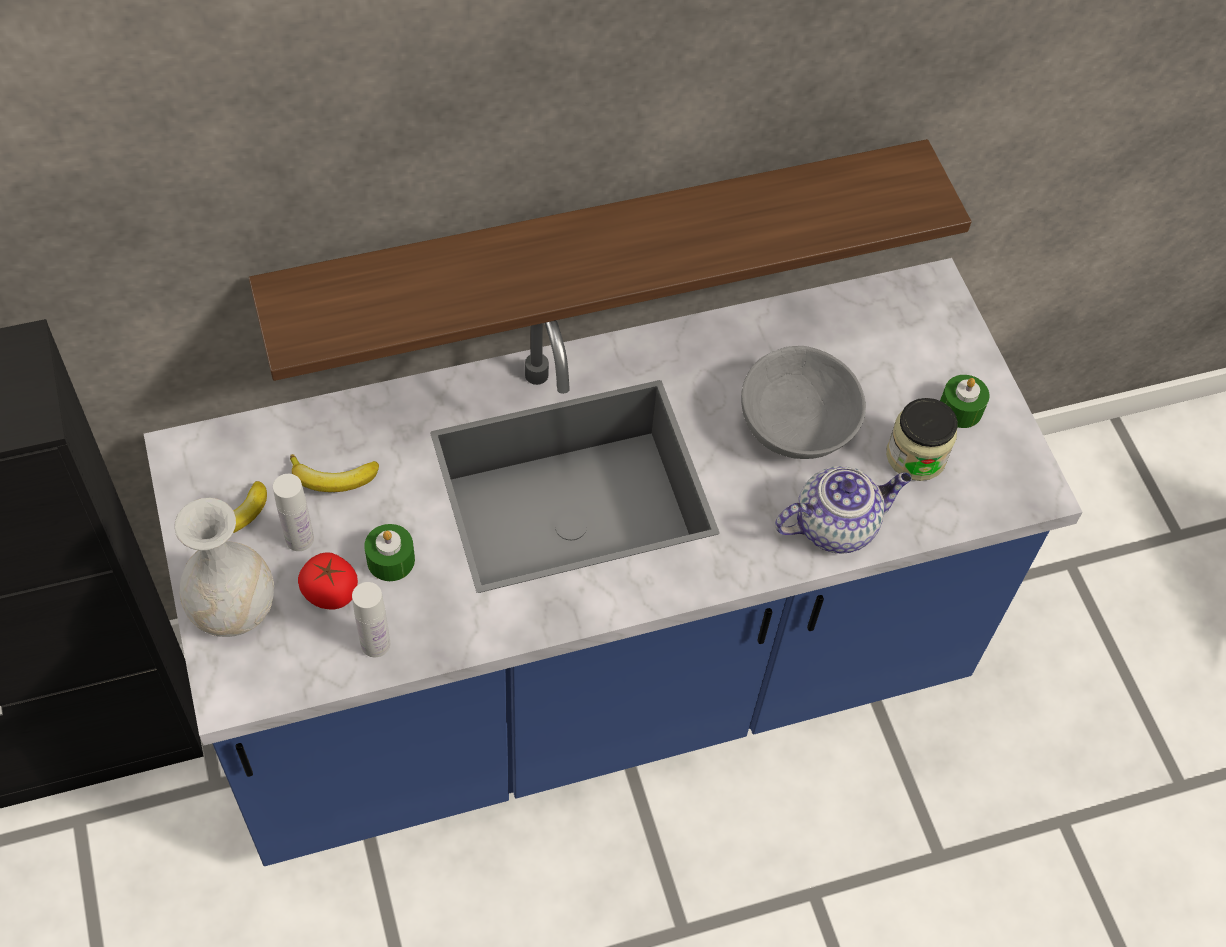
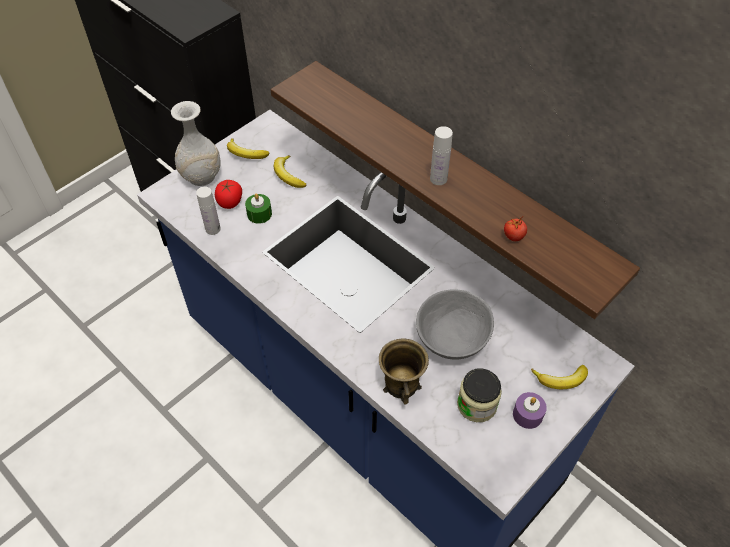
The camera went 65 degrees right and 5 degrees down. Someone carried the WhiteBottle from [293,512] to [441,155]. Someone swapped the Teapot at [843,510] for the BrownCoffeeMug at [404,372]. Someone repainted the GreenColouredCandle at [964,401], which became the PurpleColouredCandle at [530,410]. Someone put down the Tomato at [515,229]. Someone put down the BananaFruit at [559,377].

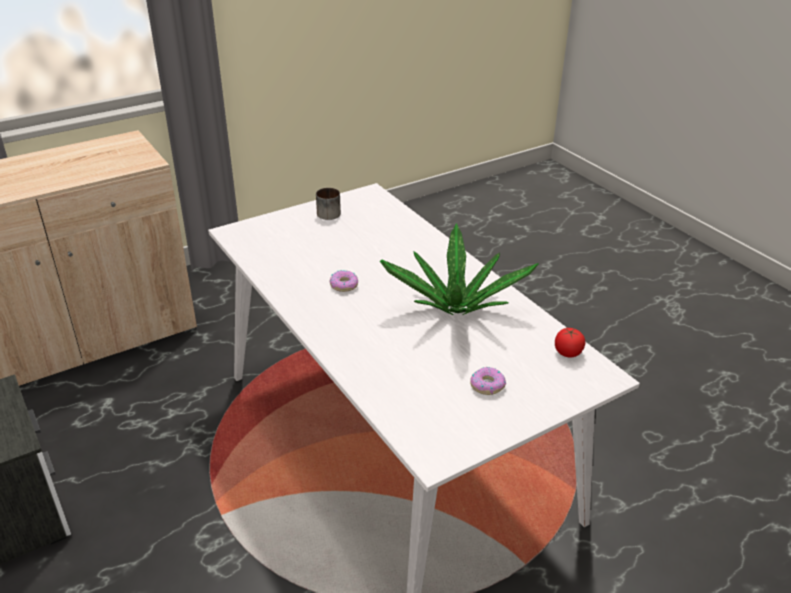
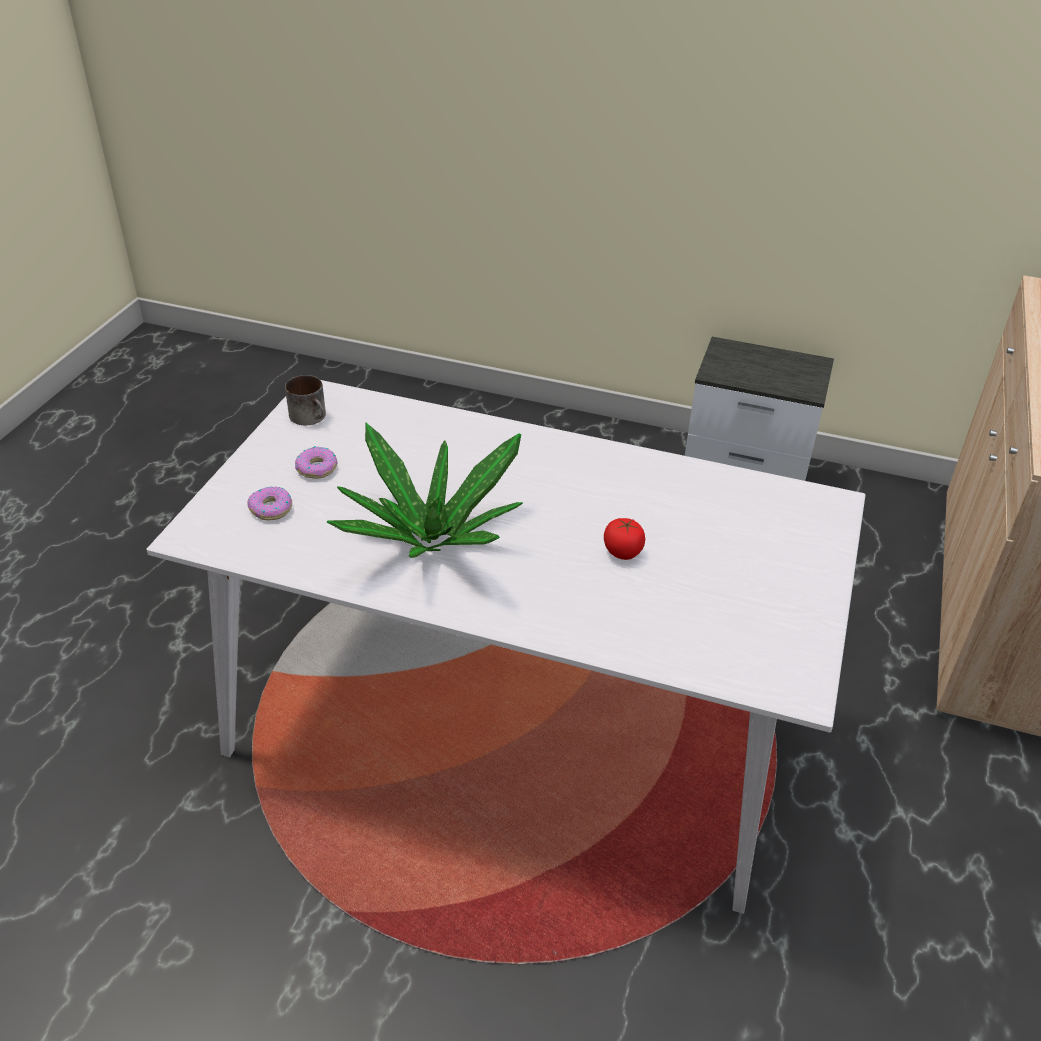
The camera went 140 degrees right and 5 degrees up. Someone carried the CoffeeMug from [328,204] to [305,400]. Someone carried the Donut from [343,281] to [269,503]. Someone carried the Tomato from [570,343] to [624,539].

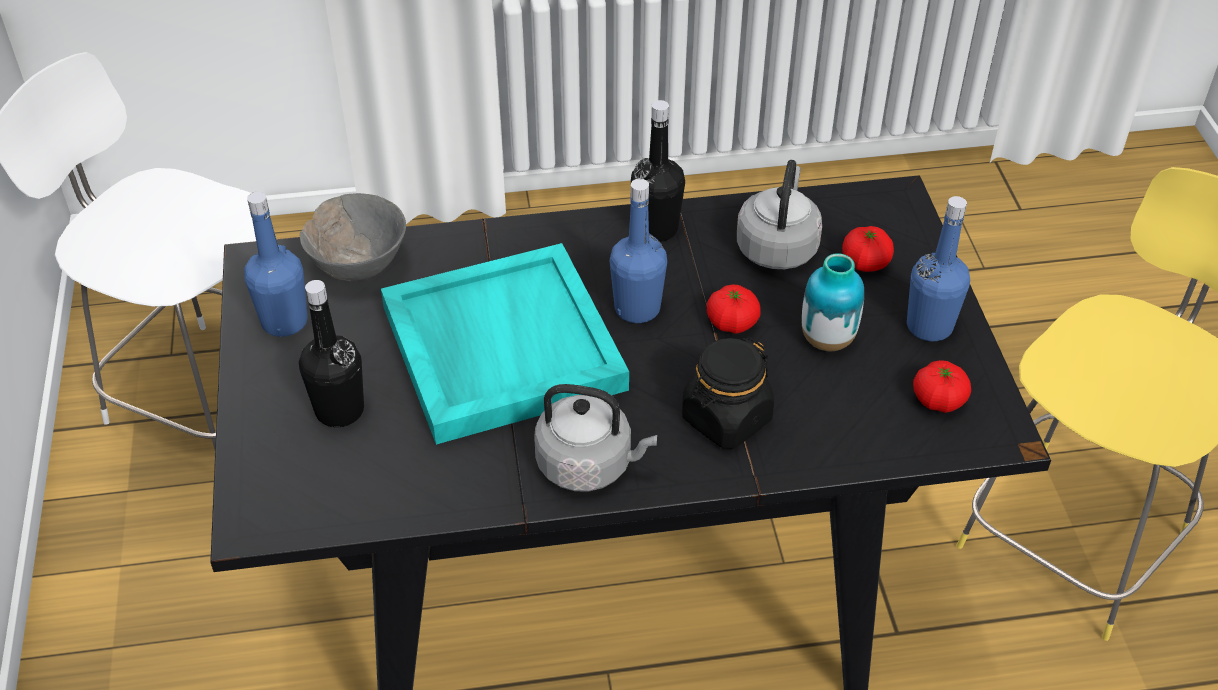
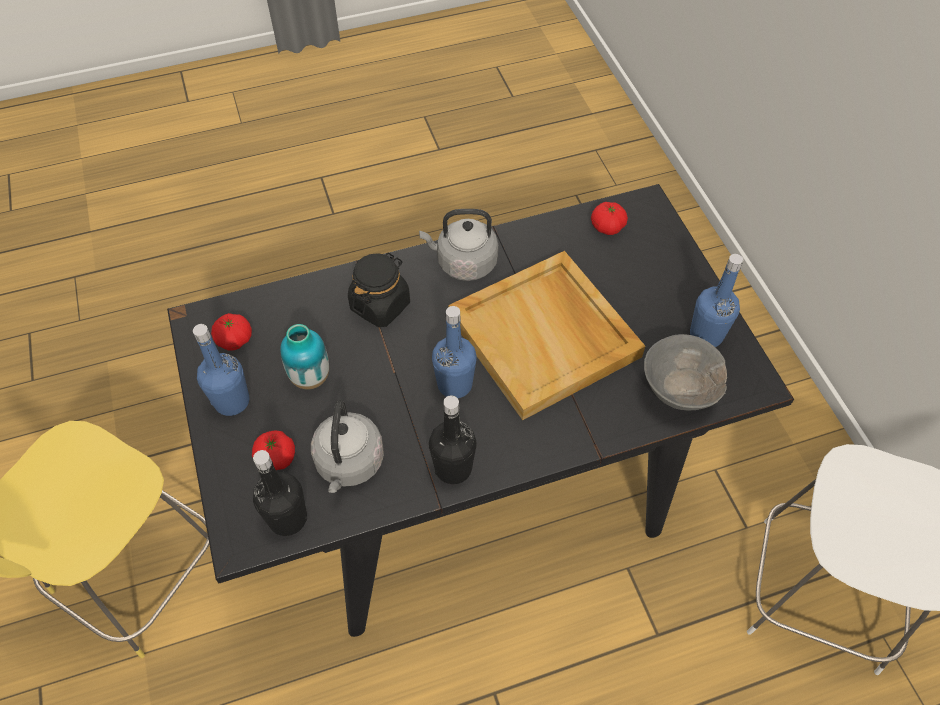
The camera went 170 degrees right and 10 degrees up. Someone carried the BlackColouredBottle from [331,353] to [280,493]. Someone repainted the TurquoiseColouredServingTray at [505,344], which became the BeigeServingTray at [546,335]. Someone carried the Tomato from [733,309] to [609,218].

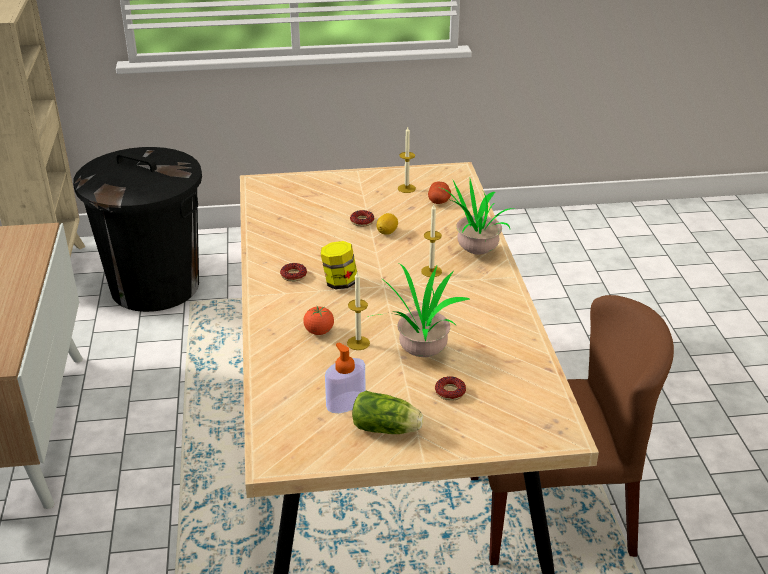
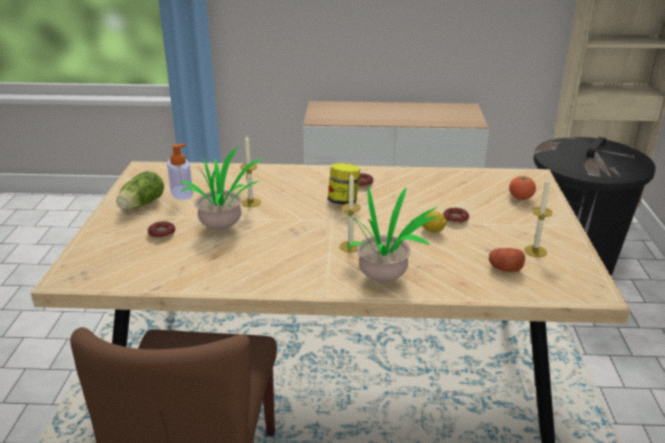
The camera went 100 degrees right and 5 degrees down. Someone carried the Tomato from [318,320] to [522,188].

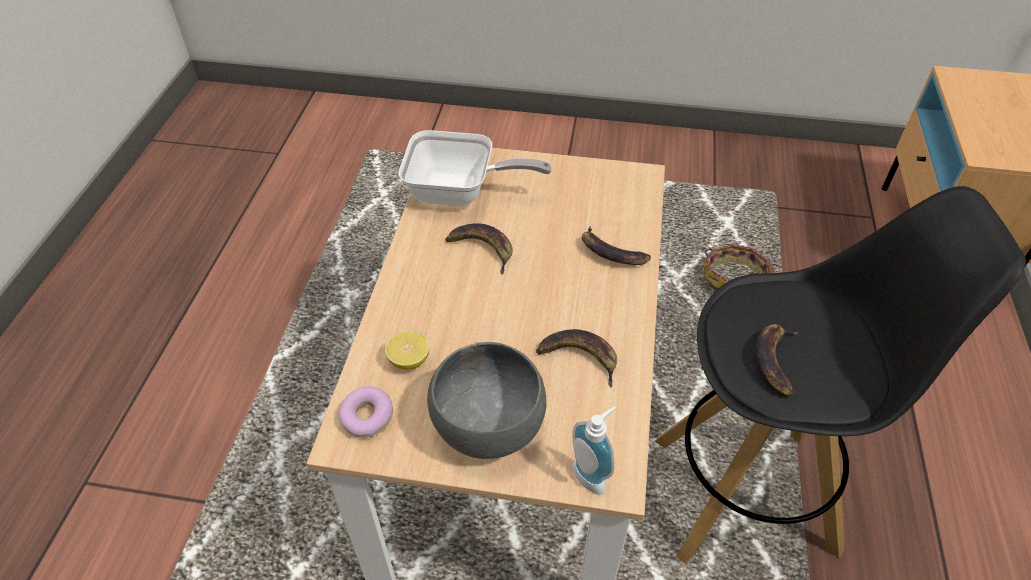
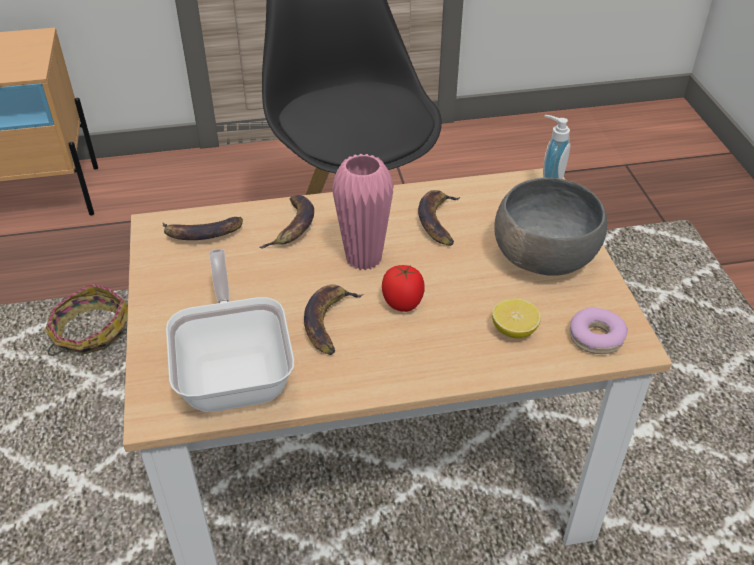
The camera went 110 degrees left and 5 degrees down. Someone carried the BananaFruit from [777,360] to [203,228]. Someone put down the PinkColouredDecorativeVase at [363,212]. Someone put down the Tomato at [403,288].

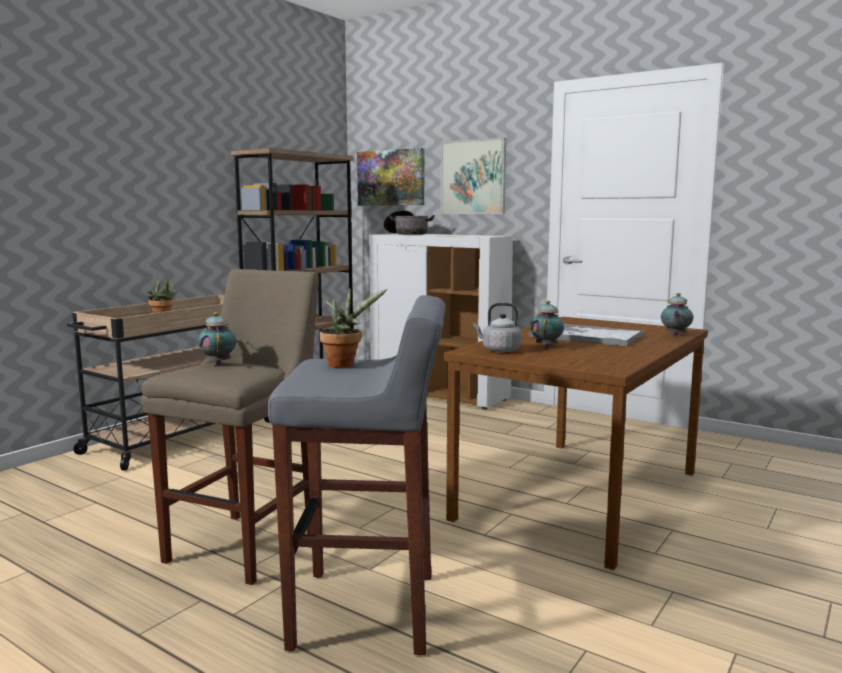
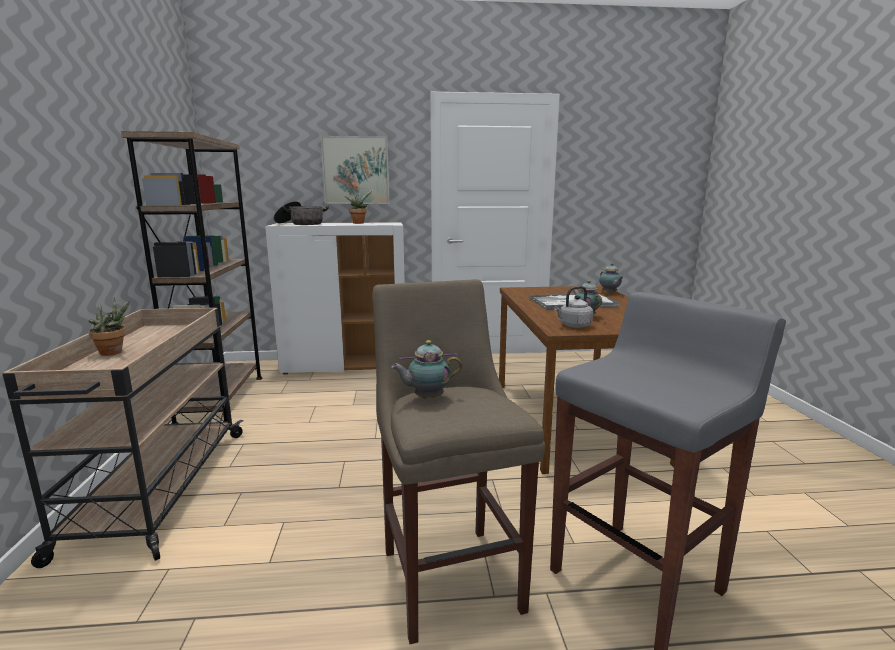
The camera went 40 degrees left and 5 degrees up. Someone rotated the Teapot at [217,338] by 45 degrees counterclockwise. Someone carried the Houseplant from [353,327] to [359,207]. Someone took away the WallPicture at [390,176].

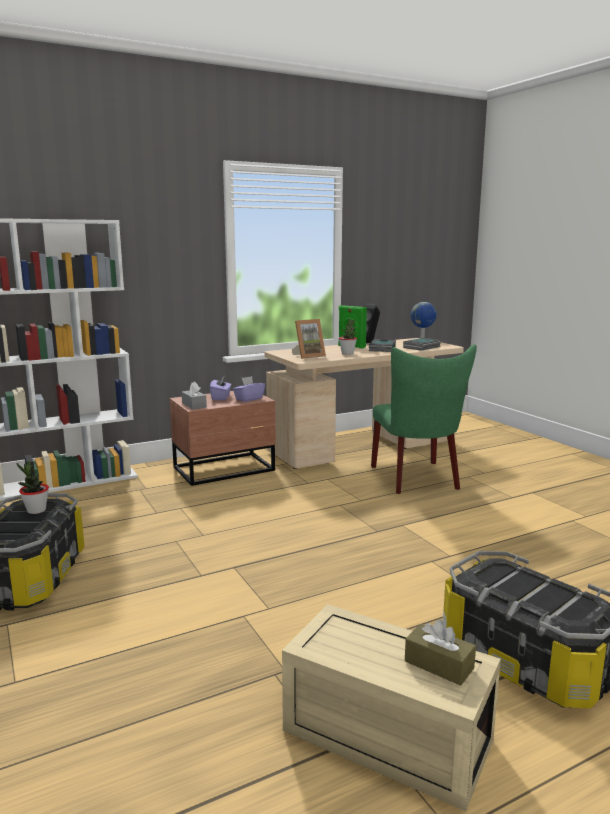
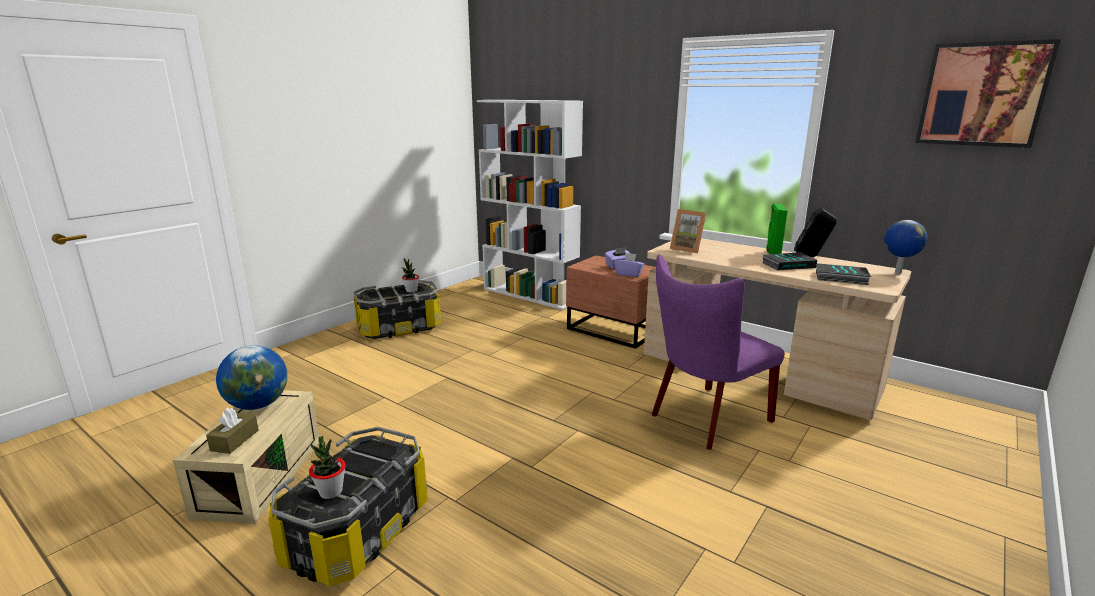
The camera went 65 degrees right and 5 degrees up. Someone took away the GrayTissueHolder at [194,396]. Someone carried the Houseplant from [348,336] to [327,467]. Someone repainted the GreenColouredPlainChair at [424,419], which became the PurpleColouredPlainChair at [718,352]. Someone put down the DeskGlobe at [252,377]. Someone put up the WallPicture at [988,93].

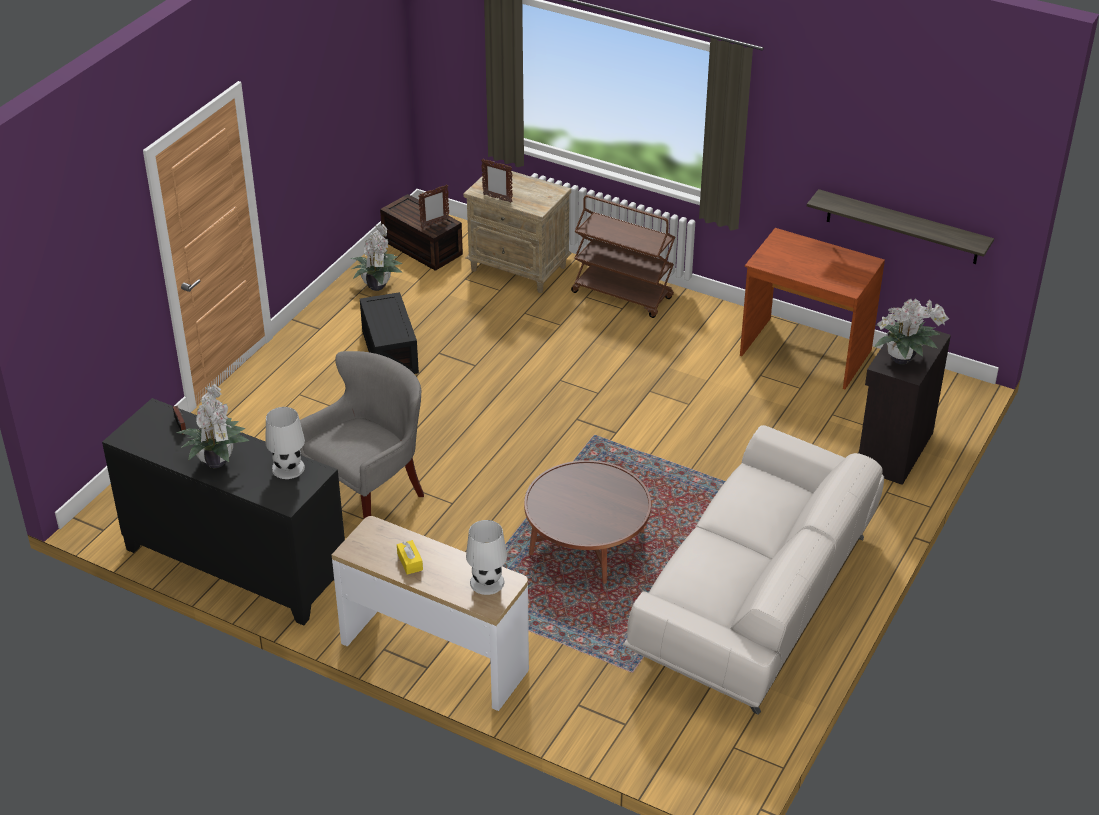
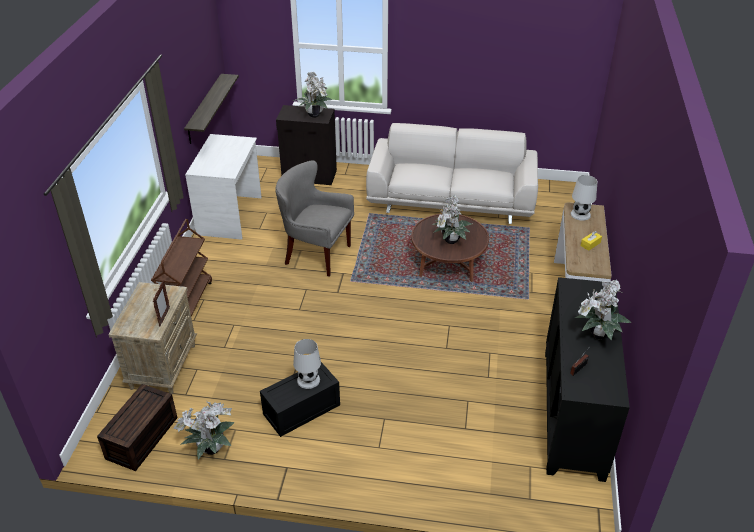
The camera went 110 degrees left and 0 degrees up. Someone carried the WhiteTableLamp from [285,443] to [307,364]. Someone carried the GrayLoungeChair from [362,435] to [314,218]. Someone took away the PhotoFrame at [434,206]. Someone repainted the BrownDesk at [812,308], which became the WhiteDesk at [223,187]. Someone put down the Houseplant at [452,219].

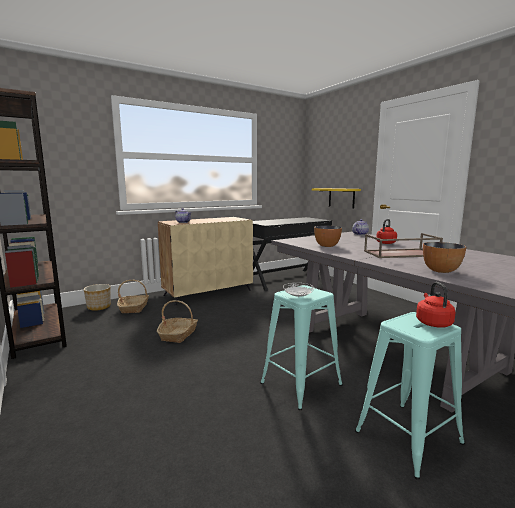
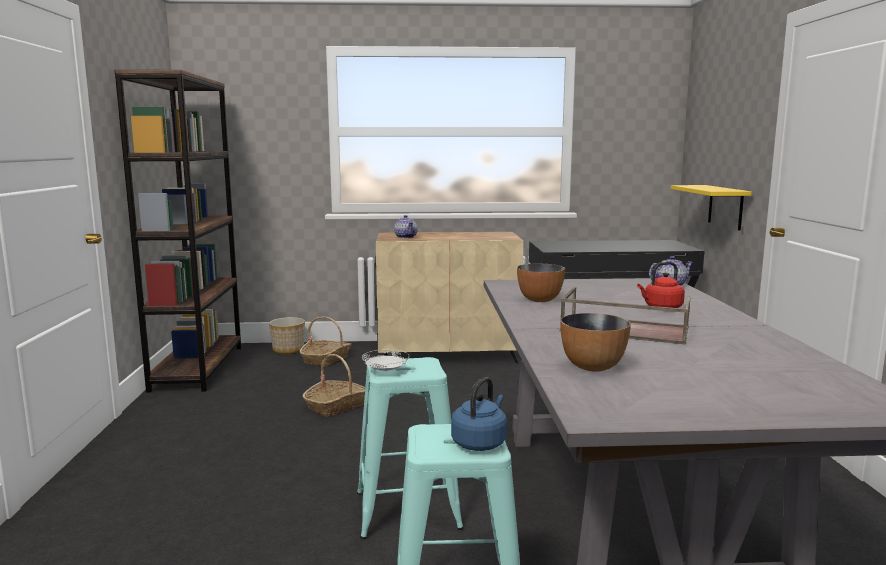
The camera went 30 degrees right and 0 degrees up. Someone repainted the RedColouredWaterKettle at [436,305], which became the BlueWaterKettle at [479,414].

